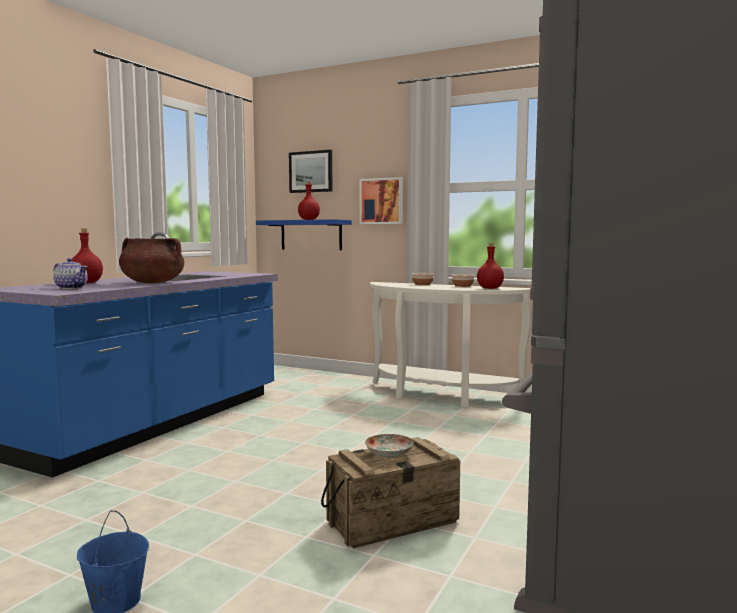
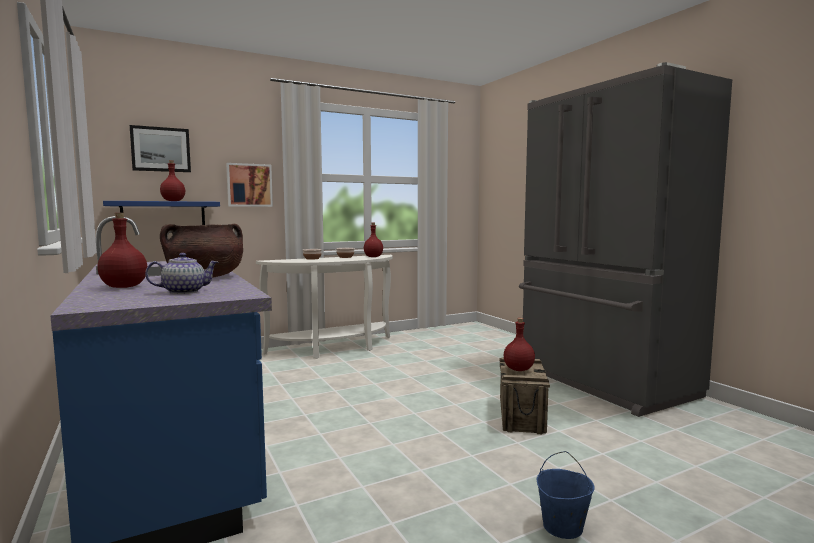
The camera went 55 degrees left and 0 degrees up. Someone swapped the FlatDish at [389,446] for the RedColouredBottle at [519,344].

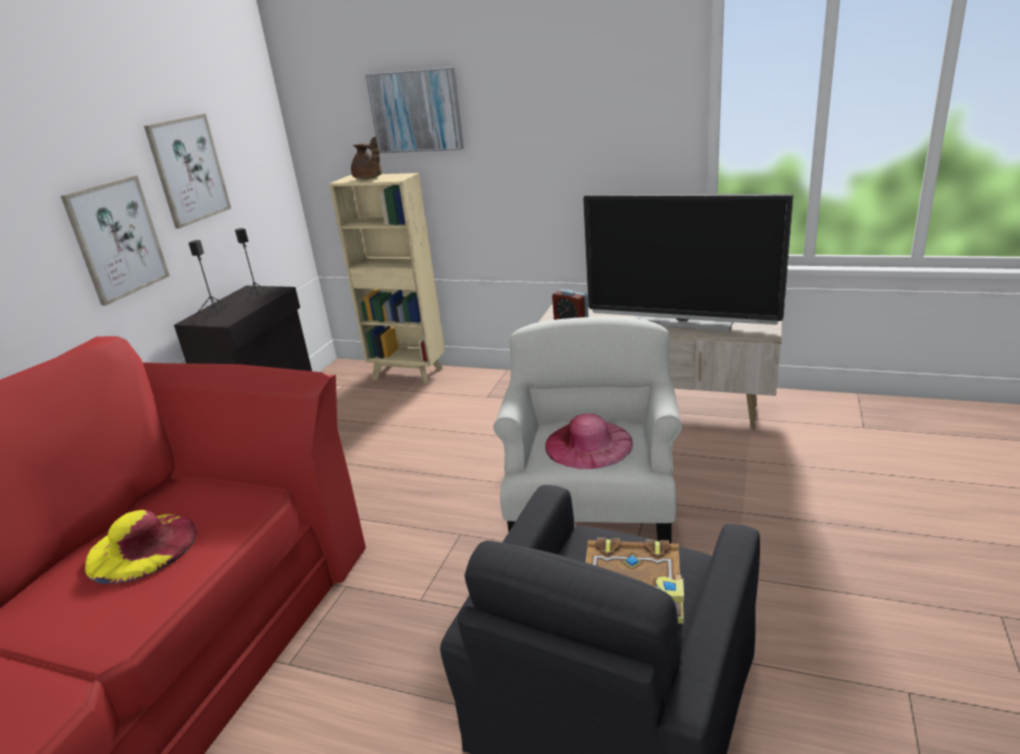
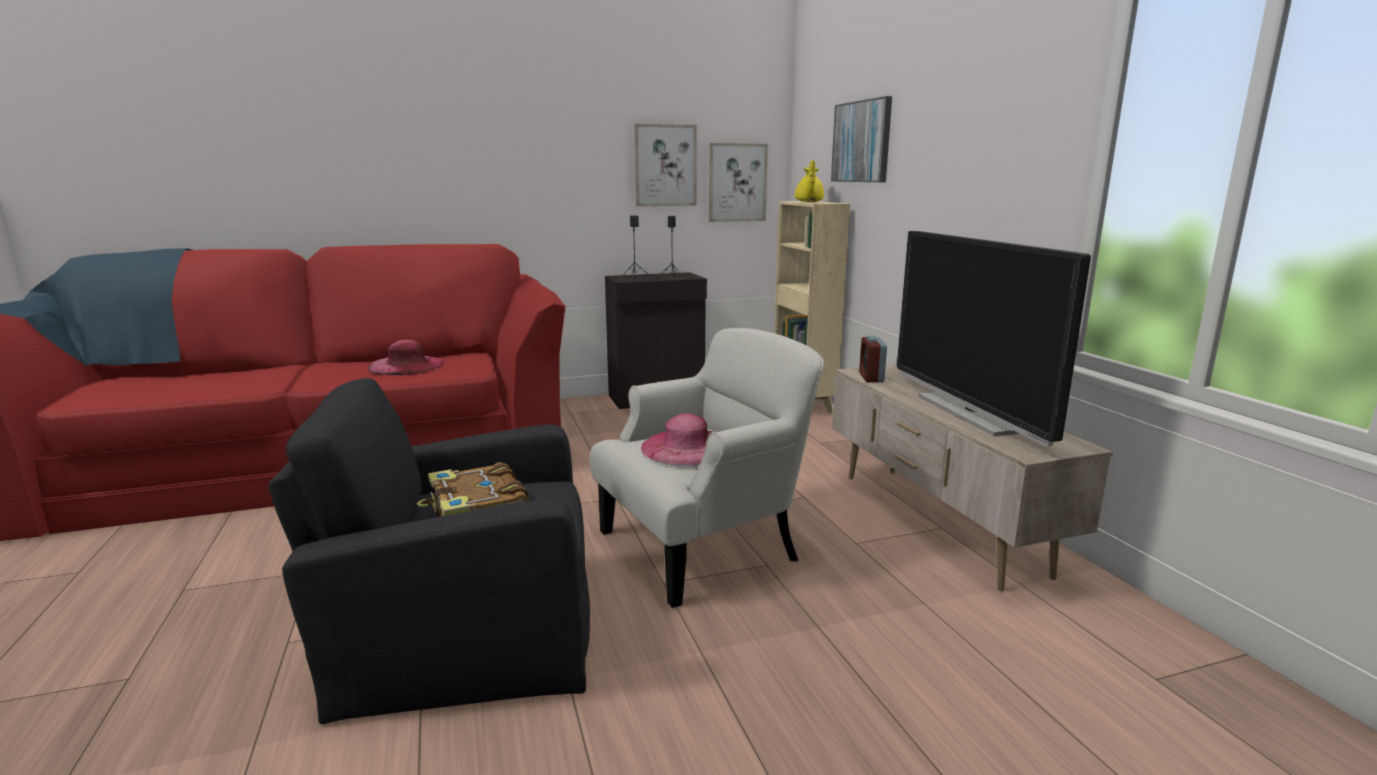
The camera went 50 degrees right and 10 degrees down. Someone carried the WallPicture from [115,240] to [738,182]. Someone repainted the YellowClothingHat at [141,547], which became the PinkColouredClothingHat at [406,357]. Someone repainted the BrownTeapot at [366,158], which became the YellowTeapot at [809,181].

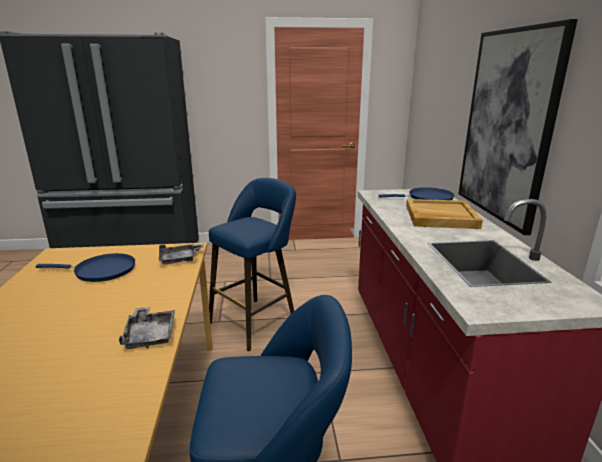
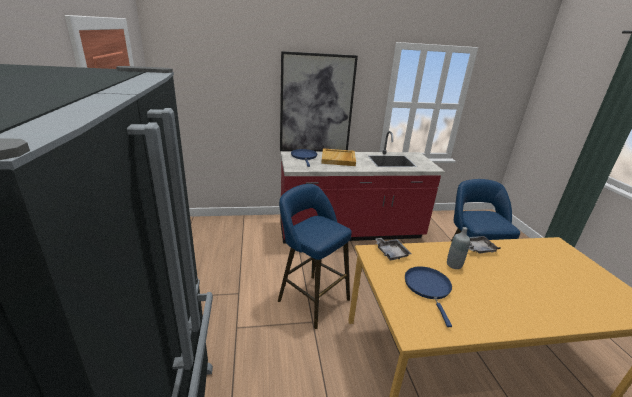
The camera went 95 degrees left and 5 degrees up. Someone put down the GrayBottle at [458,248].

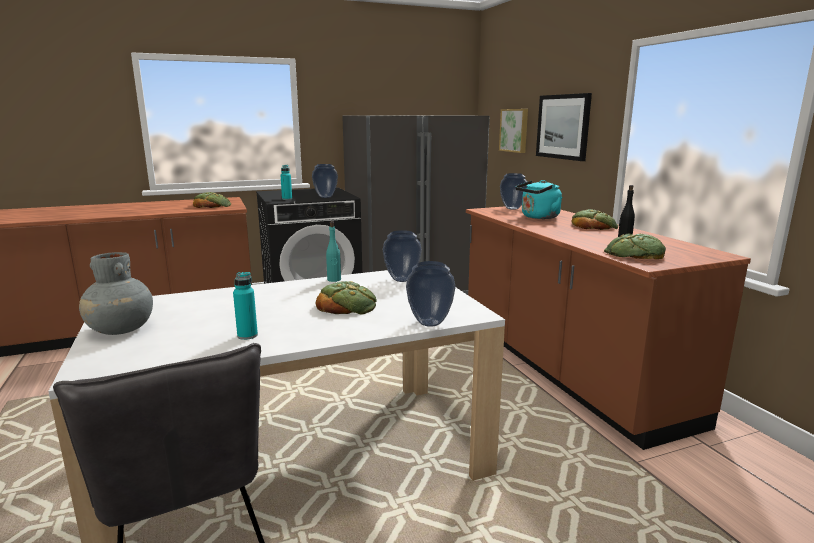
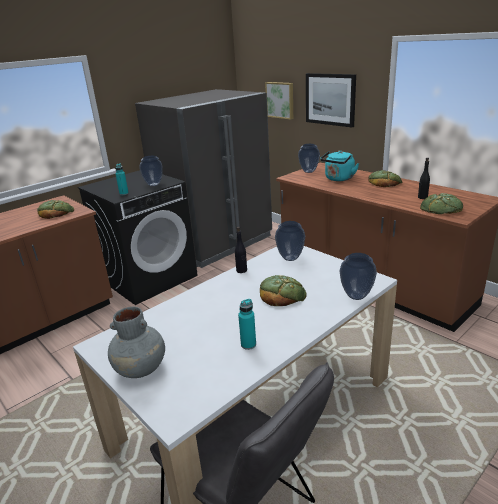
The camera went 20 degrees left and 10 degrees up. Someone repainted the TurquoiseColouredBottle at [333,251], which became the BlackColouredBottle at [241,250].

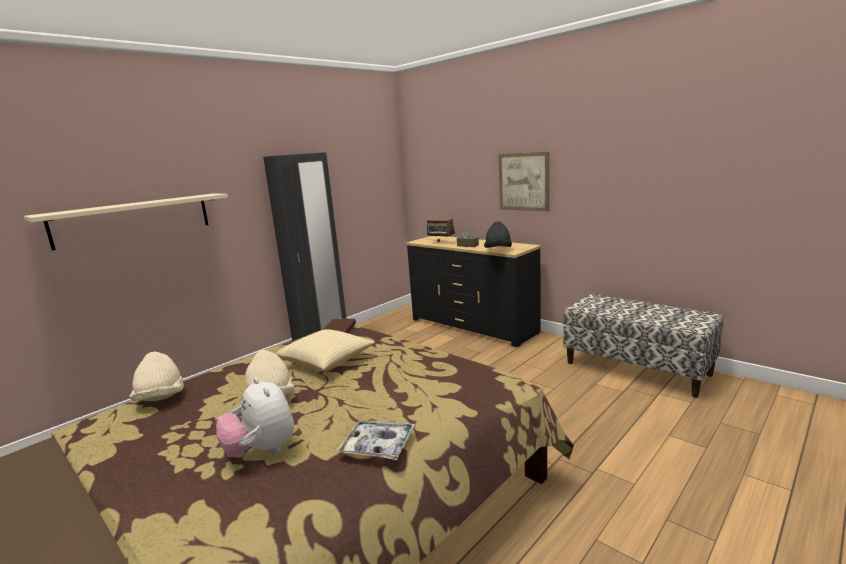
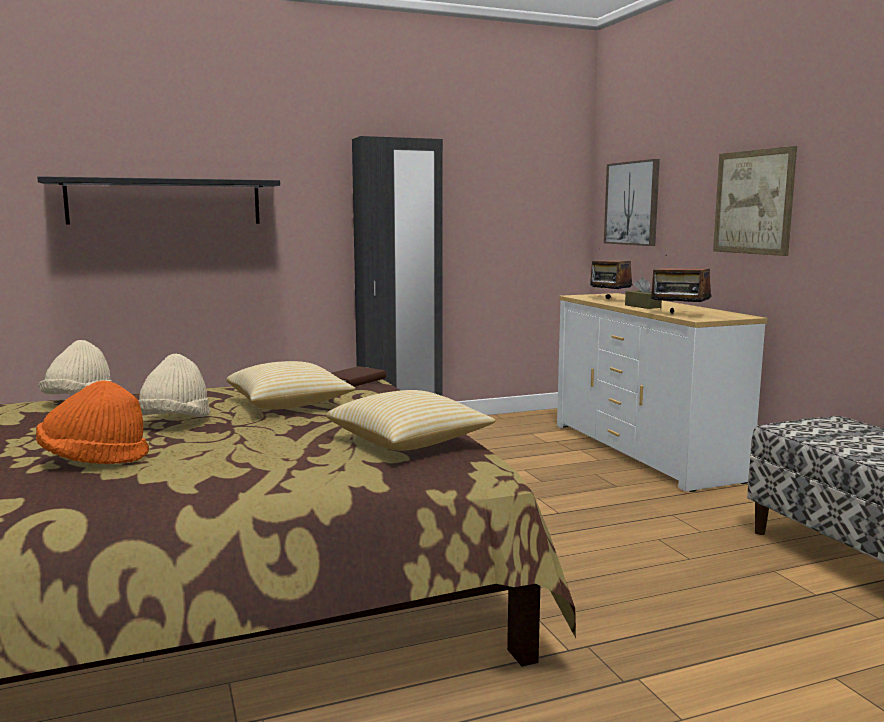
The camera went 25 degrees right and 5 degrees down. Someone repainted the BeigeShelf at [126,222], which became the BlackColouredShelf at [158,200]. Someone swapped the PlushToy at [255,417] for the OrangeColouredClothingHat at [92,422]. Someone took away the ServingTray at [375,440]. Someone repainted the BlackColouredChestOfDrawers at [473,291], which became the WhiteChestOfDrawers at [662,392]. Someone swapped the BlackColouredClothingHat at [498,234] for the RadioSet at [681,284]. Someone put down the Pillow at [411,420]. Someone put up the WallPicture at [632,202].

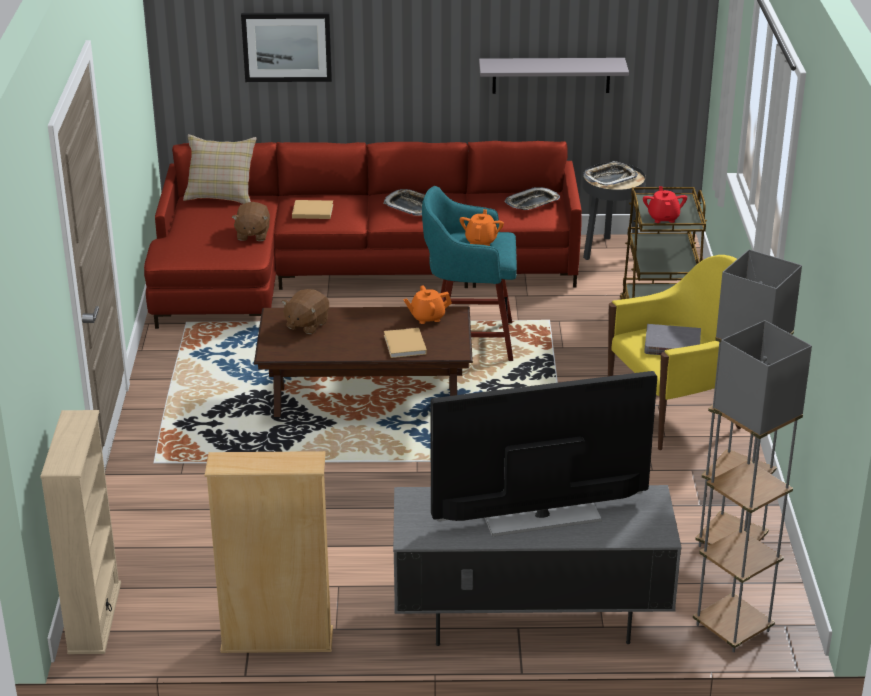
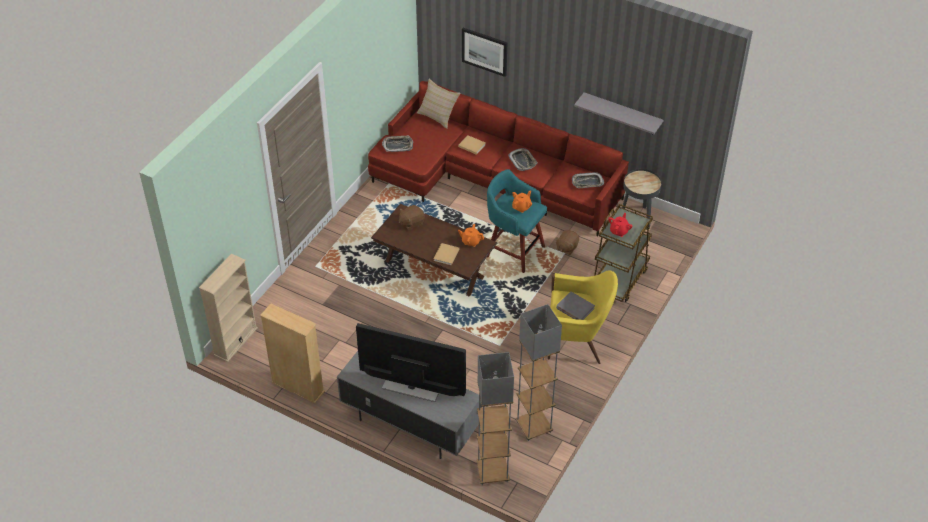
The camera went 30 degrees right and 15 degrees up. Someone carried the BrownPlushToy from [251,221] to [567,242]. Someone carried the ServingTray from [611,173] to [397,143].

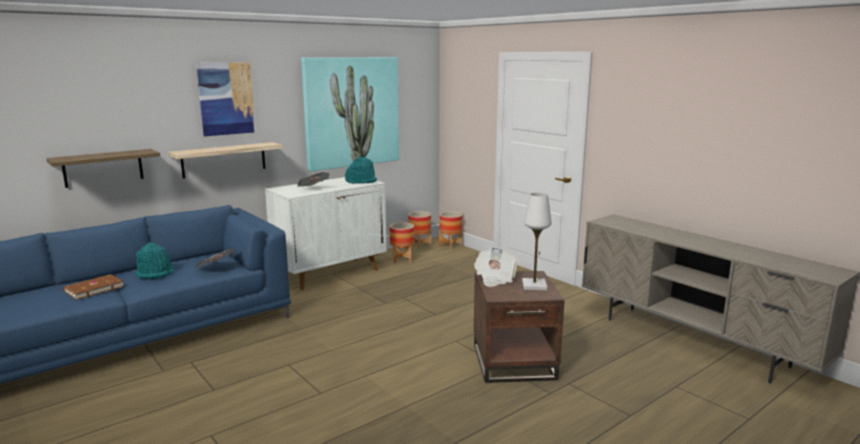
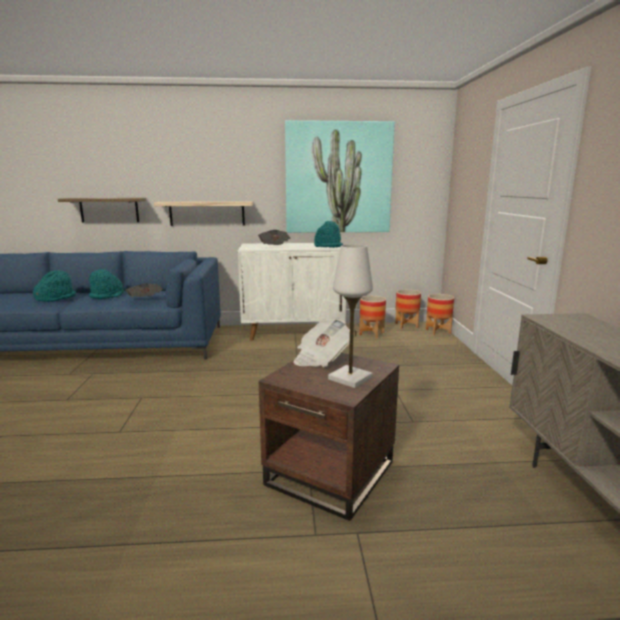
The camera went 35 degrees right and 0 degrees up. Someone swapped the BrownBoundBook at [93,287] for the TurquoiseColouredClothingHat at [54,286]. Someone took away the WallPicture at [225,99].

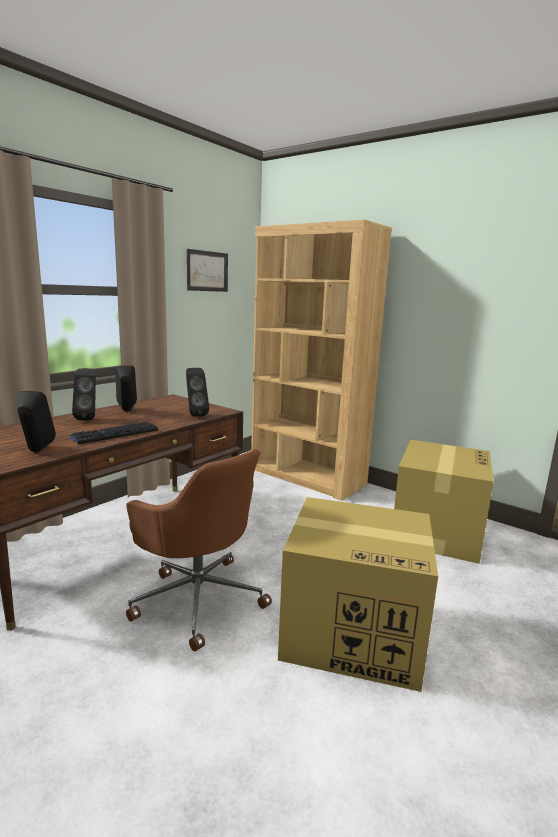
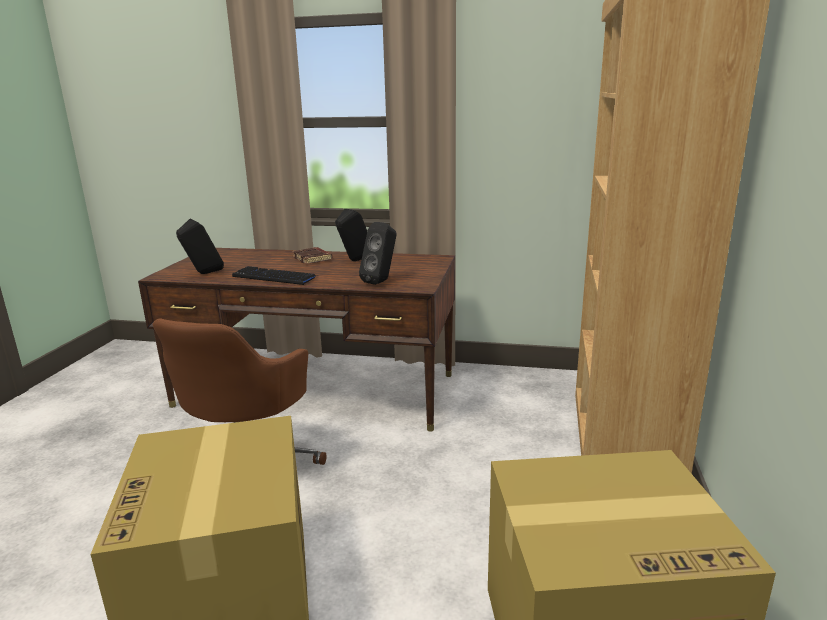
The camera went 65 degrees right and 5 degrees up. Someone swapped the BlackColouredLoudspeaker at [84,394] for the BrownBoundBook at [312,255]. Someone took away the WallPicture at [207,270].

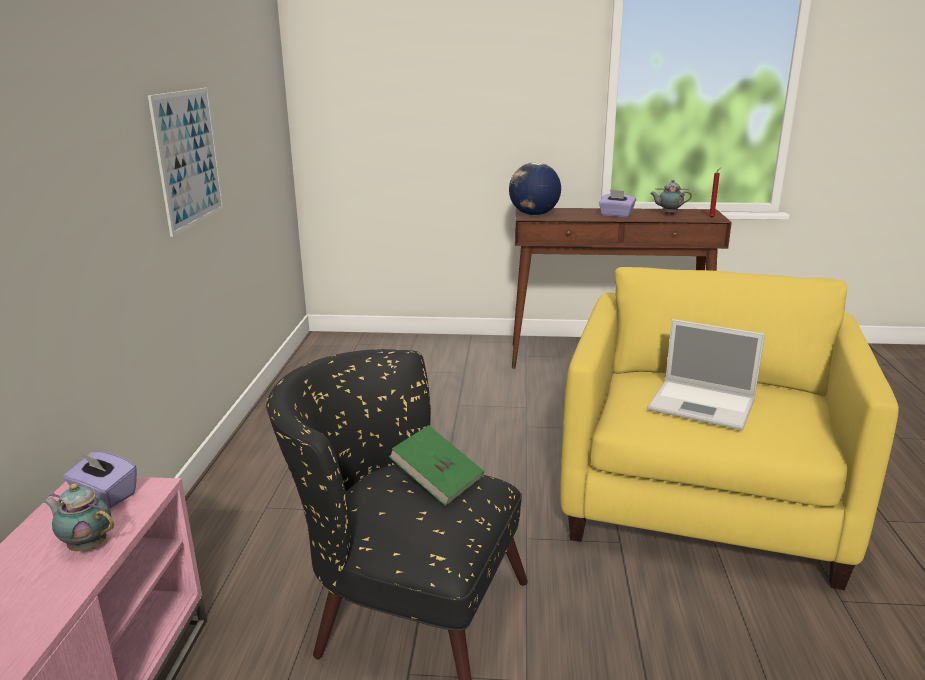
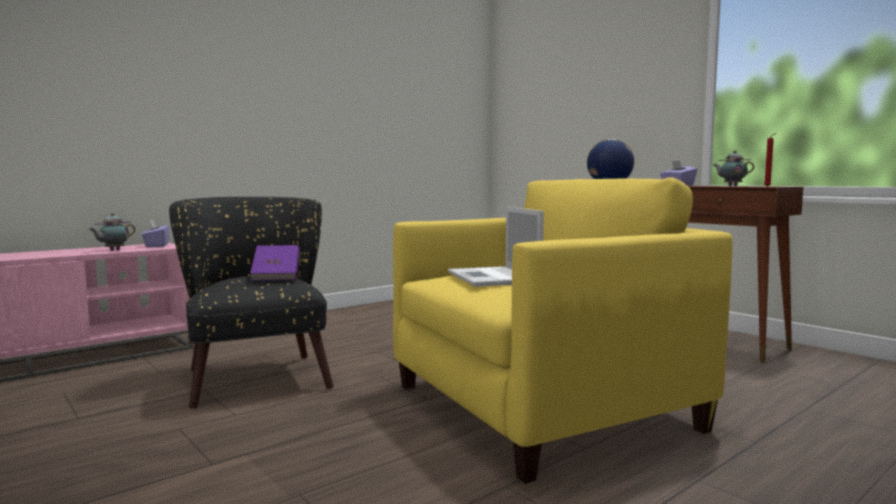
The camera went 45 degrees right and 15 degrees down. Someone rotated the Teapot at [79,517] by 120 degrees counterclockwise. Someone took away the WallPicture at [186,162]. Someone repainted the GreenColouredBoundBook at [436,465], which became the PurpleColouredBoundBook at [275,263].

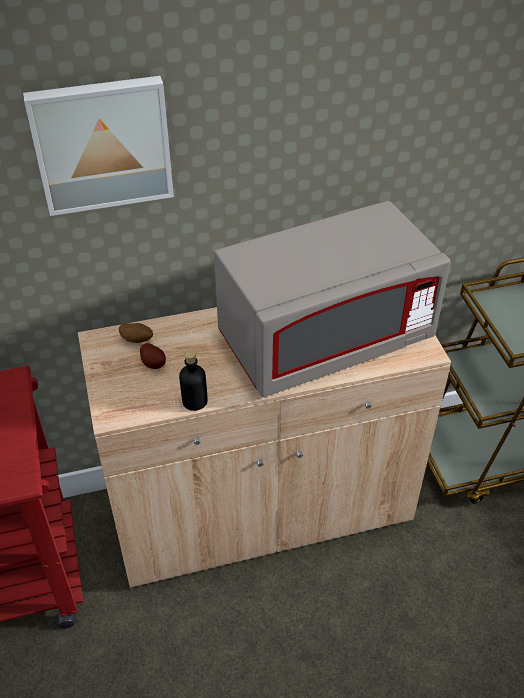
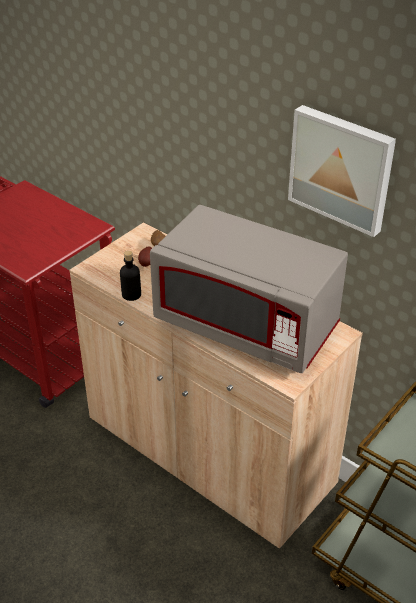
The camera went 55 degrees right and 5 degrees down. Someone carried the WallPicture from [98,146] to [342,171].

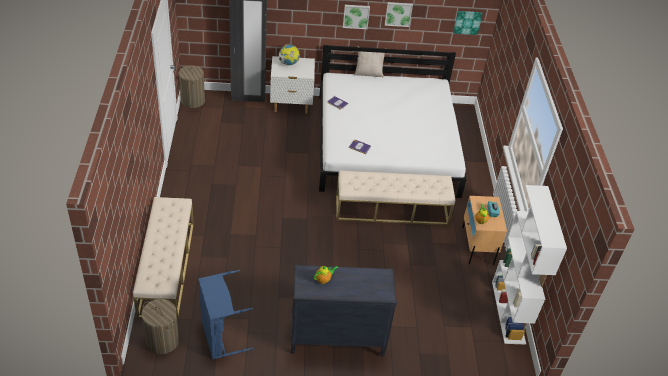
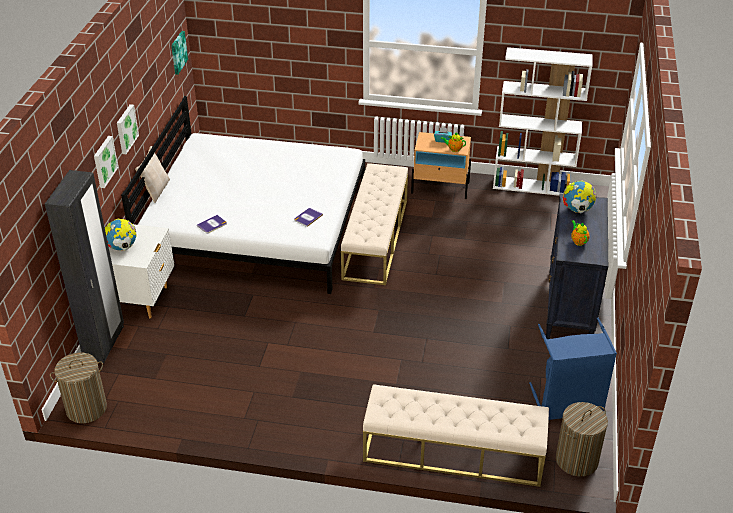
The camera went 75 degrees left and 5 degrees down. Someone carried the WallPicture from [399,14] to [106,162]. Someone put down the DeskGlobe at [579,197].

